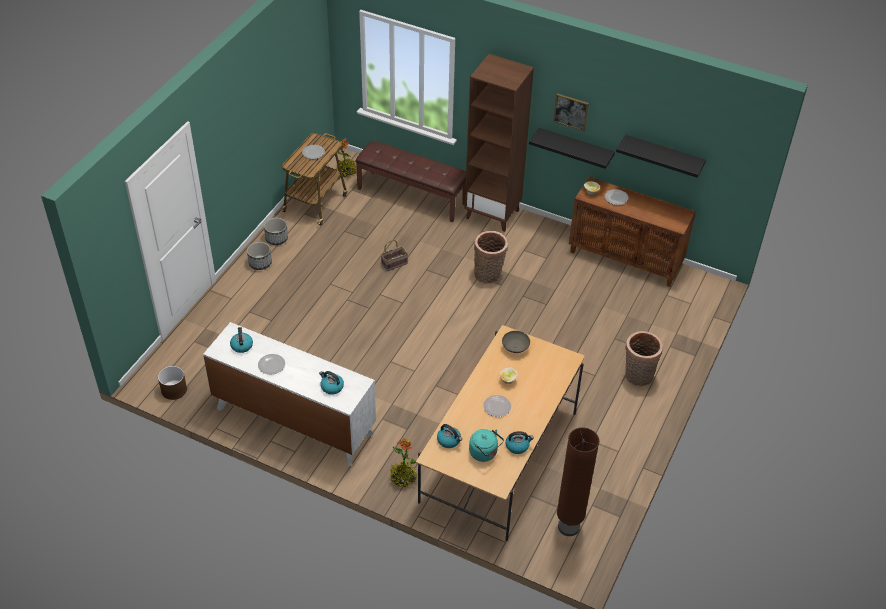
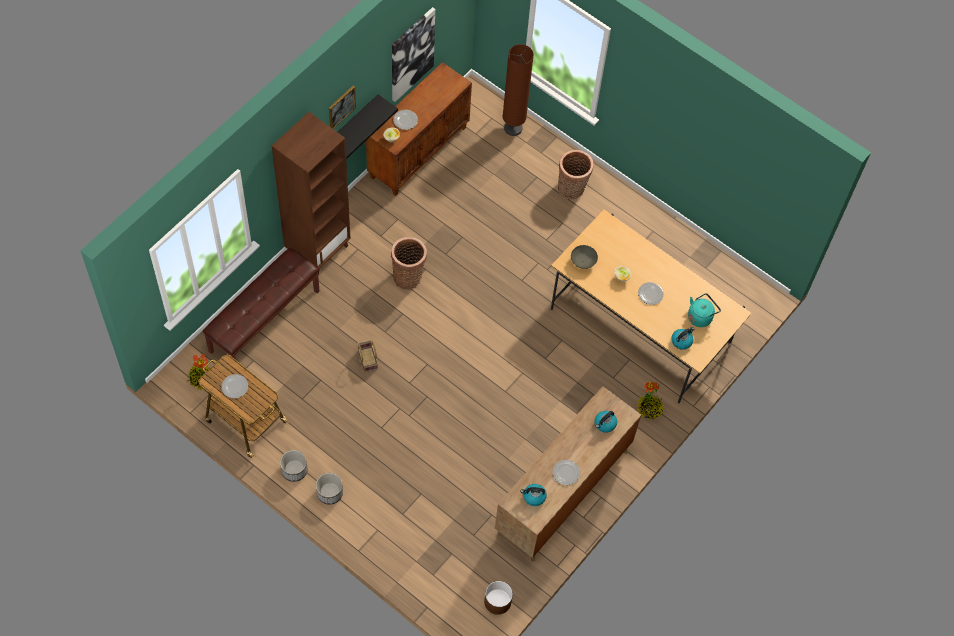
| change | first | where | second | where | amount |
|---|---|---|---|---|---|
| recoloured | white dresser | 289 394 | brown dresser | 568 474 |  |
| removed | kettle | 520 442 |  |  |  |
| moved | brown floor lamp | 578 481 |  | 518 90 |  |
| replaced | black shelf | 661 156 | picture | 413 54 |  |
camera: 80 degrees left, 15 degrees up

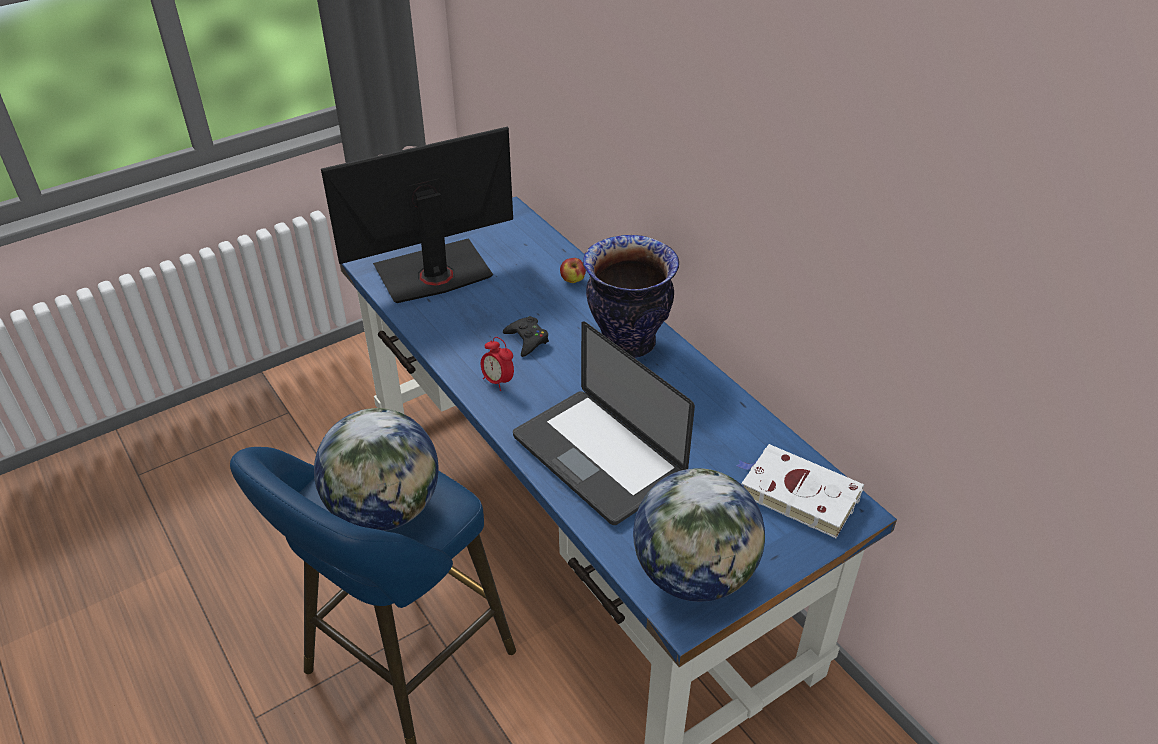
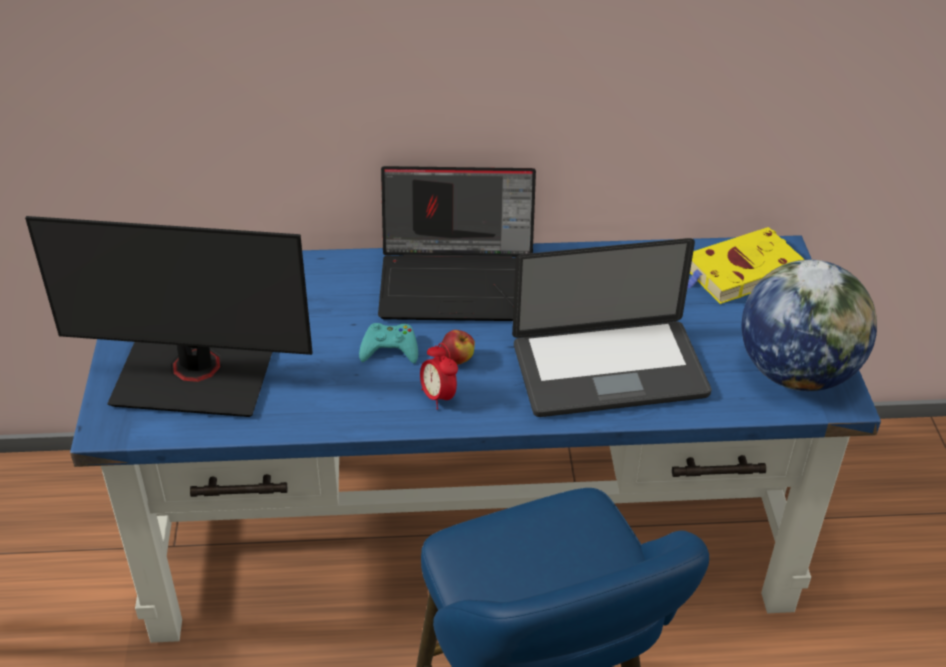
| change | first | where | second | where | amount |
|---|---|---|---|---|---|
| removed | globe | 376 469 |  |  |  |
| turned | monitor | 417 215 |  | 169 316 | 90 degrees counterclockwise |
| turned | alarm clock | 497 364 |  | 439 376 | 75 degrees clockwise |
| recoloured | black game controller | 526 336 | turquoise game controller | 388 343 |  |
| moved | apple | 573 270 |  | 457 347 |  |
| replaced | vase | 631 296 | laptop | 457 243 |  |
| recoloured | white book | 800 491 | yellow book | 746 265 |  |
camera: 60 degrees left, 0 degrees up

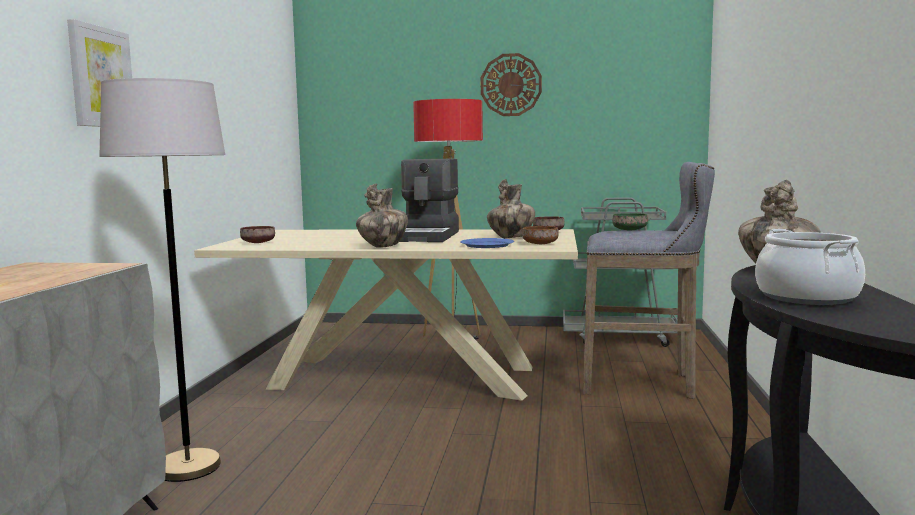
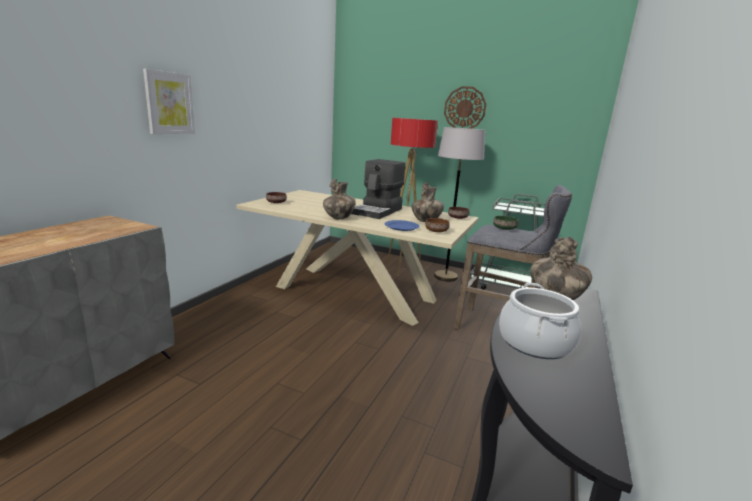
| change | first | where | second | where | amount |
|---|---|---|---|---|---|
| moved | grey floor lamp | 162 280 |  | 459 204 |  |
camera: 15 degrees right, 10 degrees up

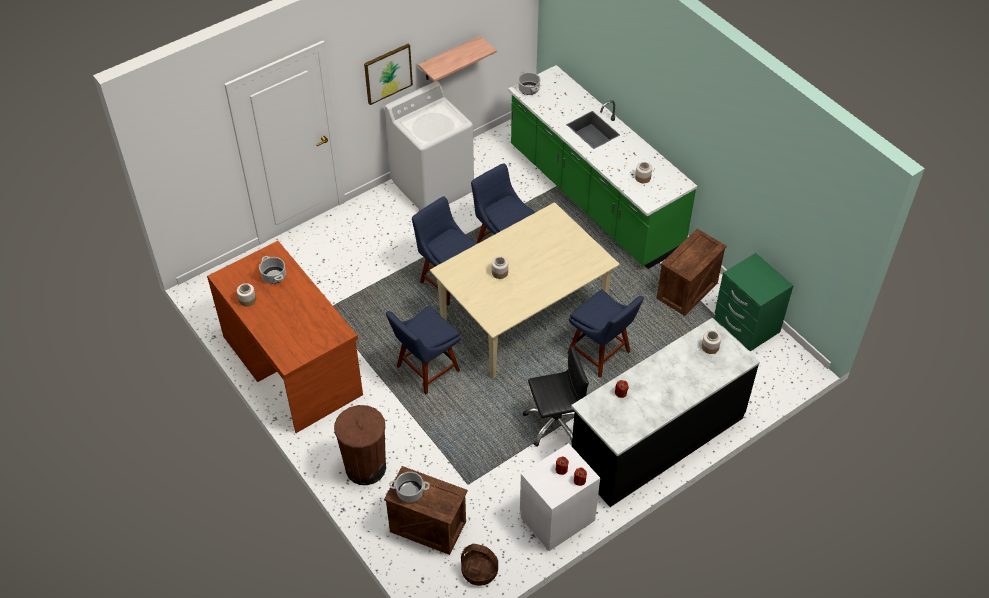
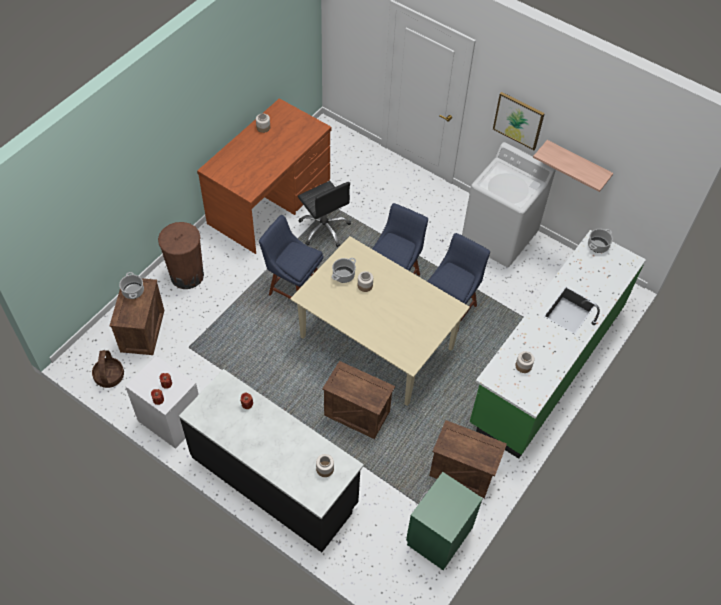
| change | first | where | second | where | amount |
|---|---|---|---|---|---|
| moved | cooking pot | 272 270 |  | 344 270 |  |
| moved | black office chair | 556 396 |  | 324 214 |  |
| replaced | blue chair | 606 333 | crate | 358 400 |  |
camera: 70 degrees right, 5 degrees up

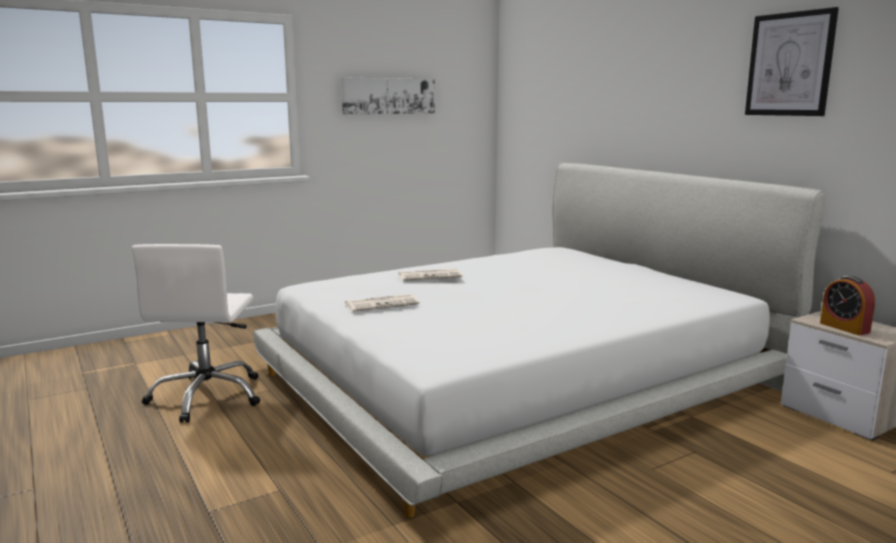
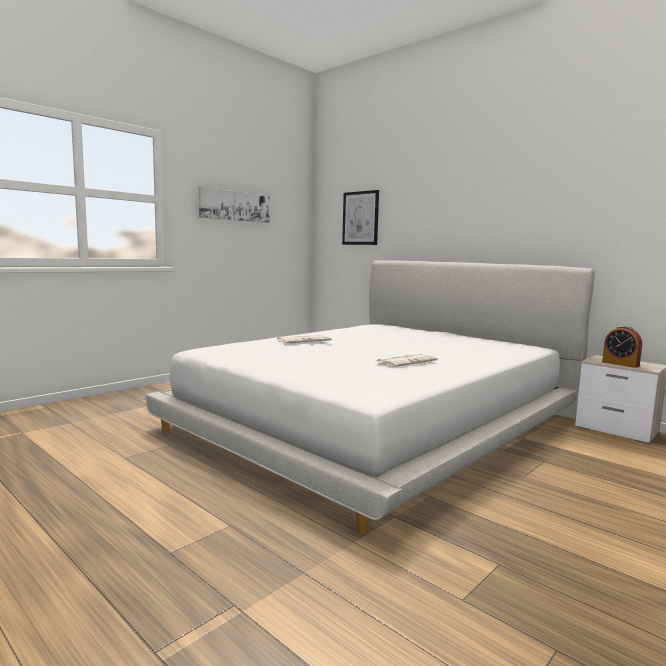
| change | first | where | second | where | amount |
|---|---|---|---|---|---|
| removed | white office chair | 196 333 |  |  |  |
| moved | newspaper | 382 303 |  | 407 360 |  |
| moved | picture | 792 61 |  | 360 217 |  |
camera: 15 degrees left, 5 degrees down

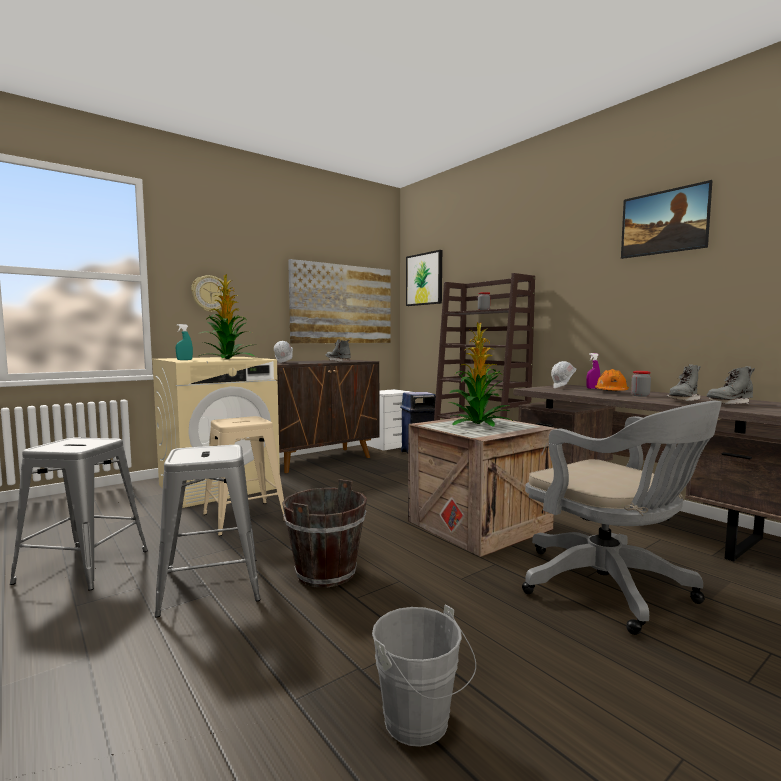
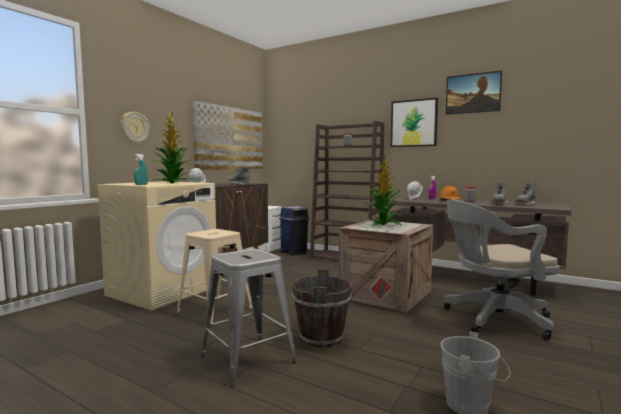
| change | first | where | second | where | amount |
|---|---|---|---|---|---|
| removed | grey stool | 79 514 |  |  |  |
| moved | picture | 424 278 |  | 414 122 |  |
| turned | grey office chair | 622 518 |  | 502 269 | 135 degrees clockwise |
camera: 20 degrees left, 0 degrees up

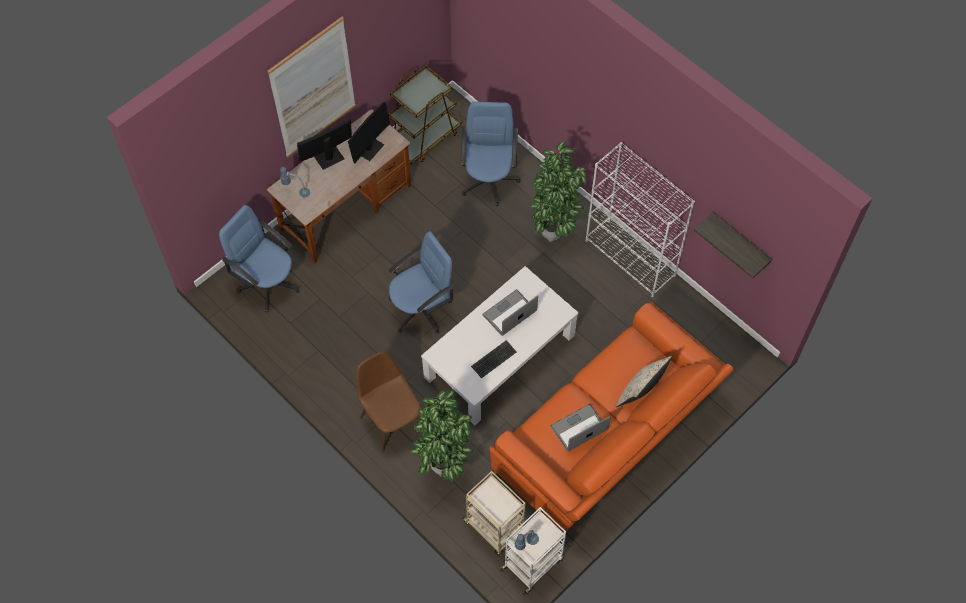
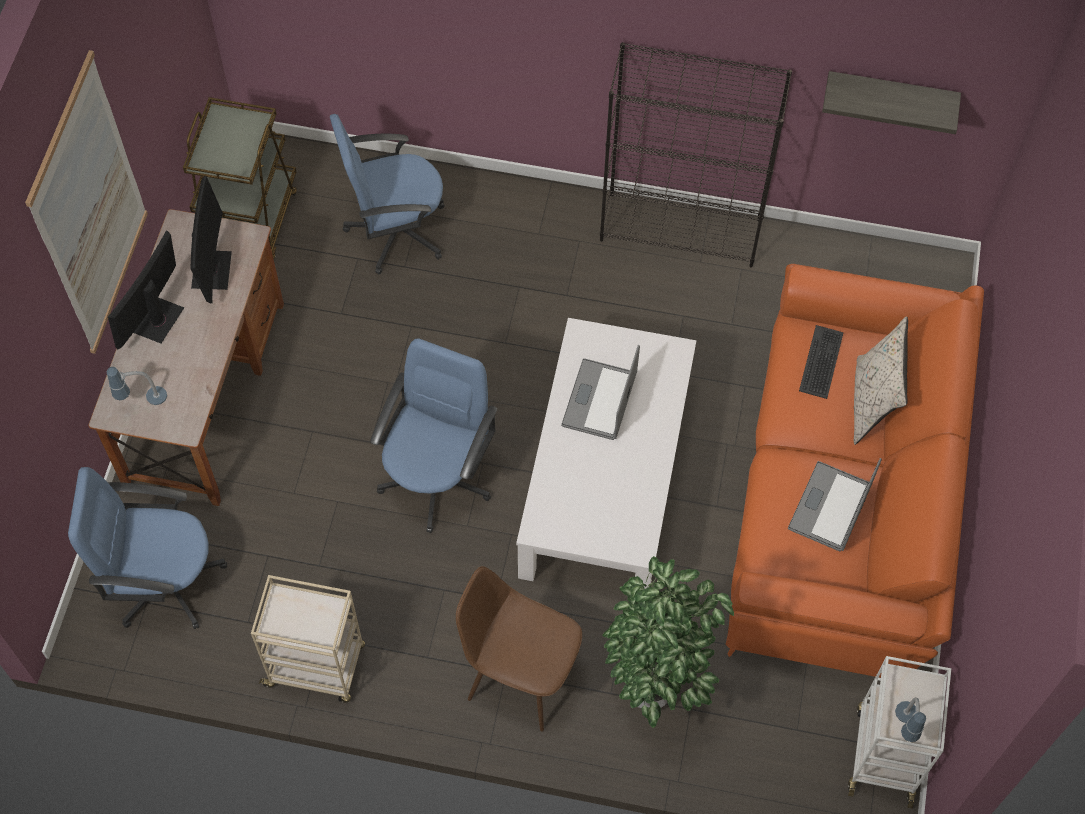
| change | first | where | second | where | amount |
|---|---|---|---|---|---|
| turned | blue office chair | 490 153 |  | 387 194 | 75 degrees counterclockwise |
| moved | beige cart | 494 513 |  | 308 639 |  |
| moved | keyboard | 494 359 |  | 821 362 |  |
| removed | potted plant | 557 191 |  |  |  |
| recoloured | white bookcase | 640 219 | black bookcase | 696 154 |  |
camera: 35 degrees left, 0 degrees up

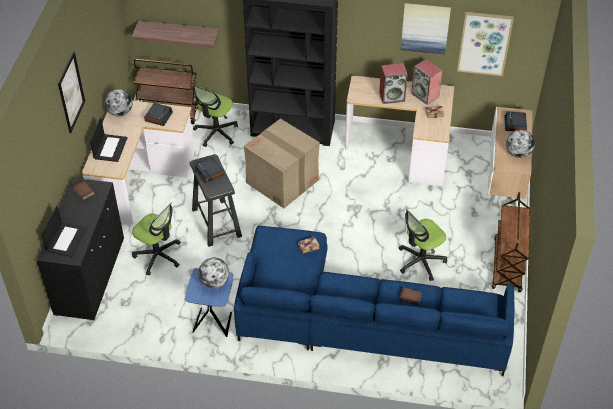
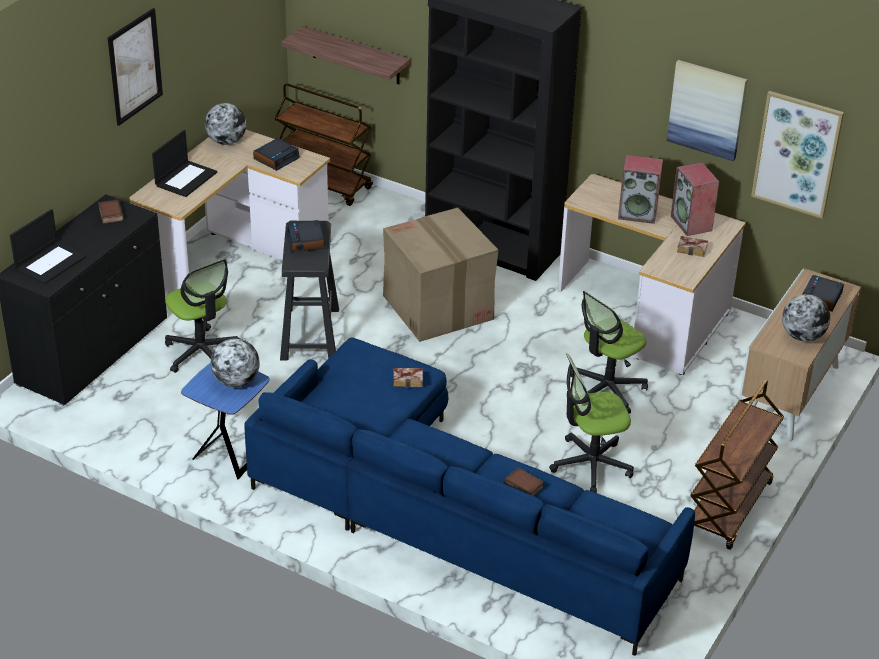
| change | first | where | second | where | amount |
|---|---|---|---|---|---|
| moved | office chair | 215 116 |  | 609 352 |  |
camera: 20 degrees right, 10 degrees down

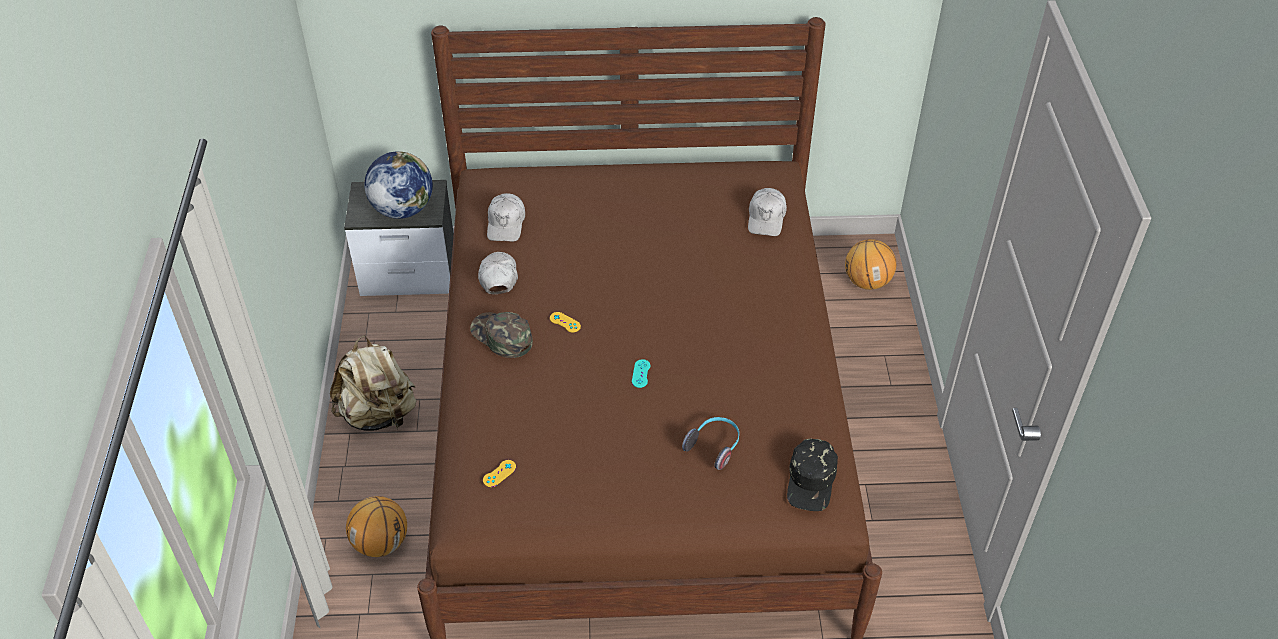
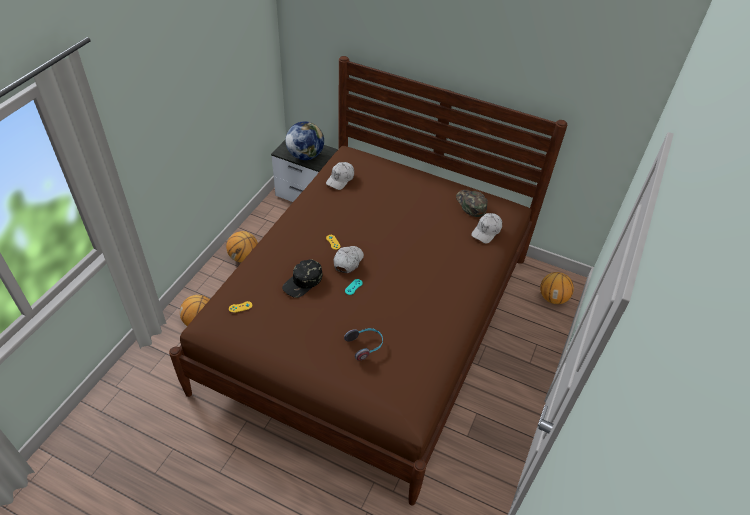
| change | first | where | second | where | amount |
|---|---|---|---|---|---|
| replaced | beige backpack | 373 383 | basketball | 242 247 |  |
| moved | green cap | 501 335 |  | 472 203 |  |
| moved | white cap | 498 273 |  | 349 259 |  |
| moved | black cap | 812 475 |  | 302 278 |  |
camera: 25 degrees right, 0 degrees up

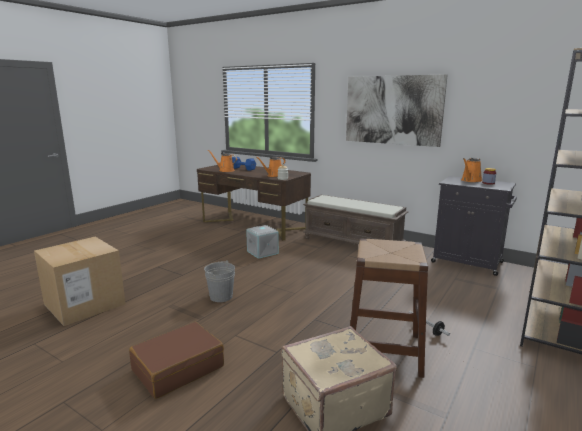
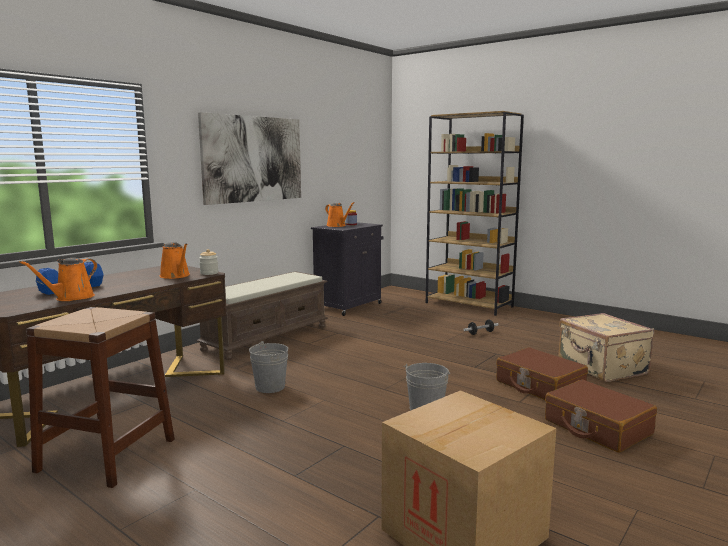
| change | first | where | second | where | amount |
|---|---|---|---|---|---|
| replaced | grey storage box | 262 242 | grey bucket | 268 367 |  |
| moved | brown stool | 389 308 |  | 100 397 |  |
| added |  |  | brown suitcase | 542 373 |  |
camera: 85 degrees left, 5 degrees down

